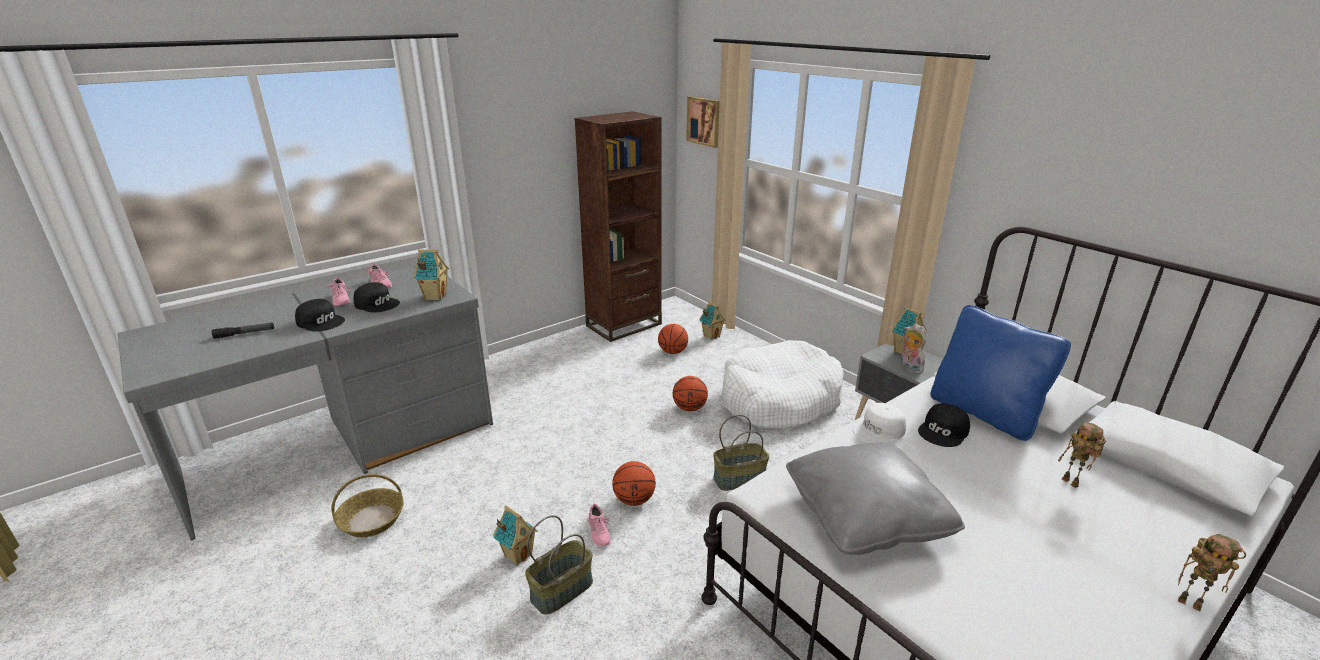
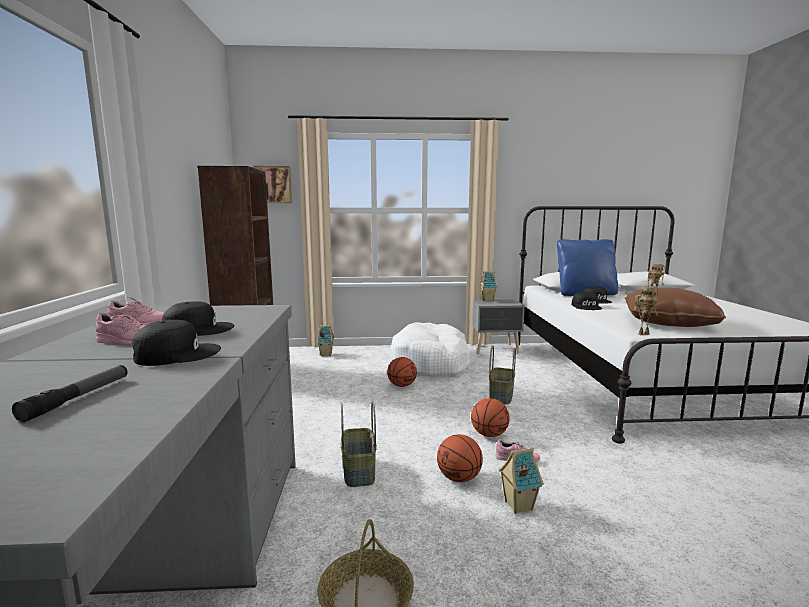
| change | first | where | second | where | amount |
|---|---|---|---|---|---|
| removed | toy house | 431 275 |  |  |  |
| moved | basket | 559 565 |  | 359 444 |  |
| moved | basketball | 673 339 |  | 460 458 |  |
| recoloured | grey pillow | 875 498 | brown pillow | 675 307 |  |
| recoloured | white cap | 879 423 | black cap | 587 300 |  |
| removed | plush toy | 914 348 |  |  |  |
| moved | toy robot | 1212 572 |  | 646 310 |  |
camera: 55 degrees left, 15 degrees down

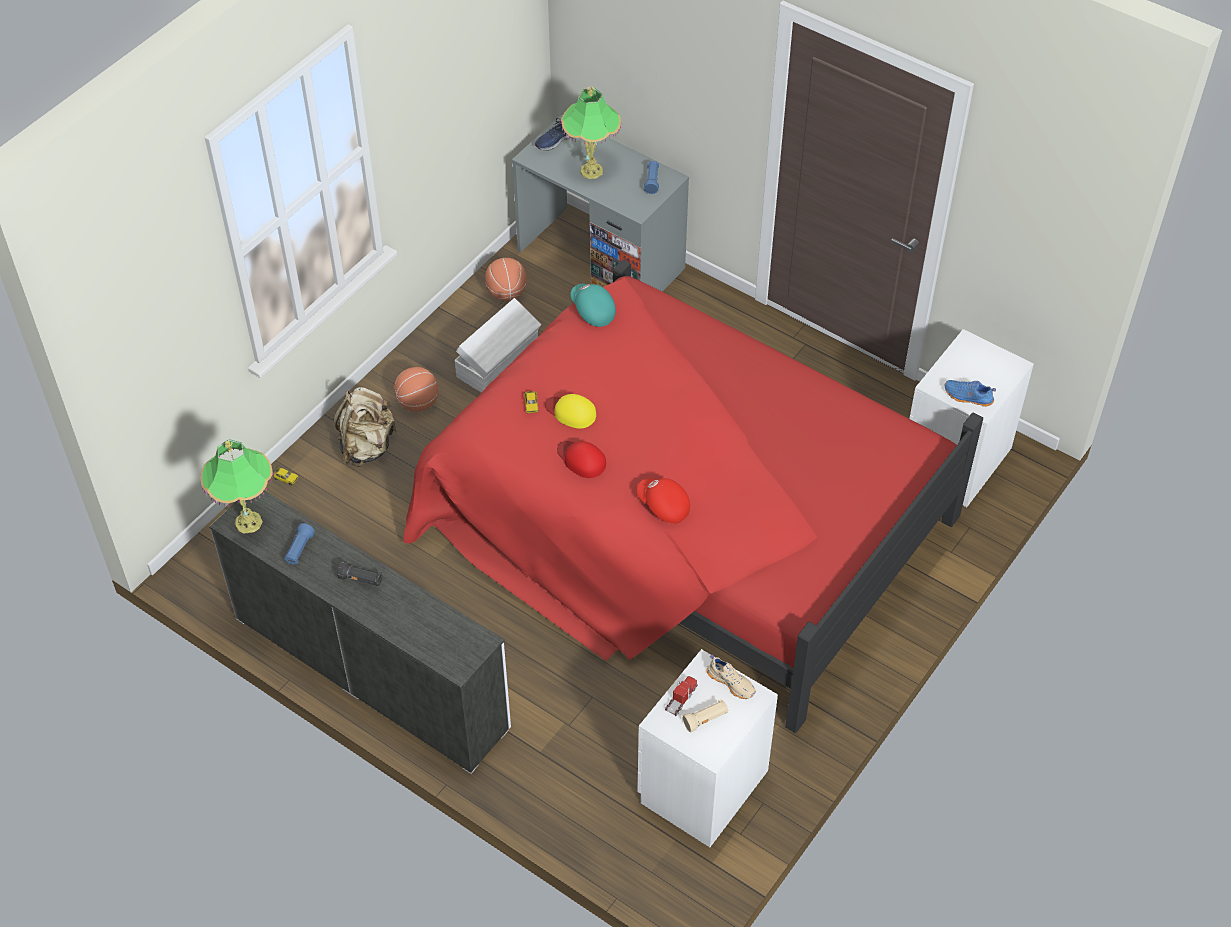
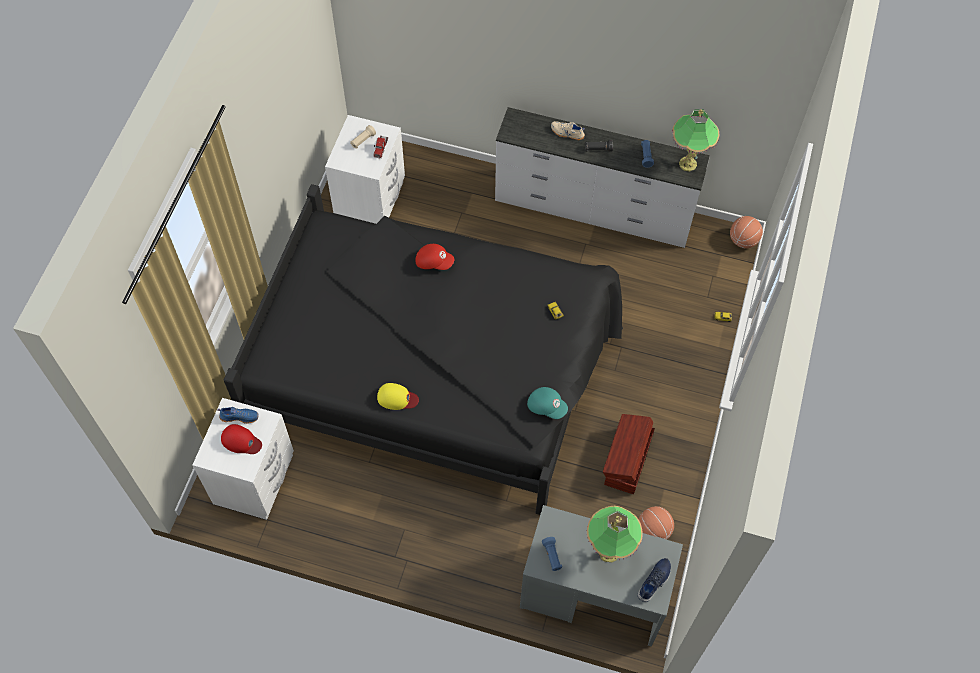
| change | first | where | second | where | amount |
|---|---|---|---|---|---|
| removed | beige backpack | 365 427 |  |  |  |
| moved | basketball | 416 389 |  | 746 232 |  |
| recoloured | red bed | 693 496 | black bed | 423 349 |  |
| recoloured | white storage box | 498 345 | brown storage box | 629 454 |  |
| moved | yellow cap | 570 411 |  | 398 396 |  |
| moved | red cap | 581 459 |  | 241 439 |  |
| moved | beige shoe | 731 676 |  | 568 130 |  |
camera: 160 degrees right, 10 degrees up

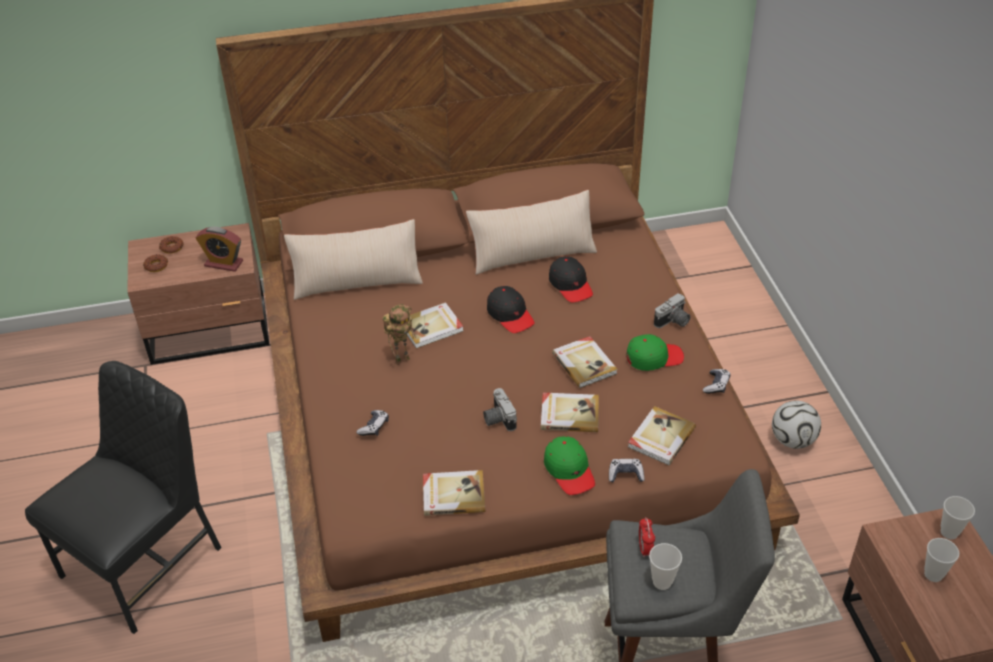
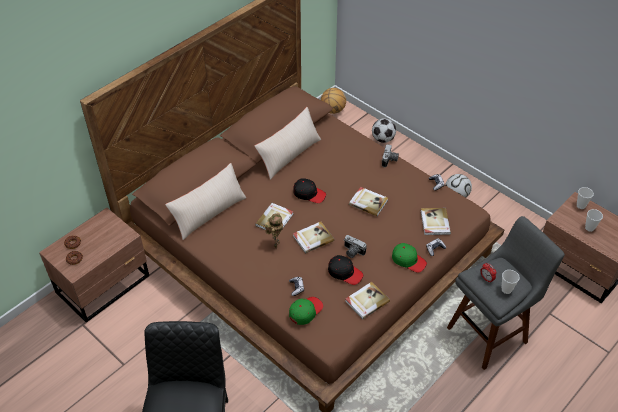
| change | first | where | second | where | amount |
|---|---|---|---|---|---|
| removed | alarm clock | 219 249 |  |  |  |
| moved | book | 570 412 |  | 313 238 |  |
| moved | black cap | 571 279 |  | 345 270 |  |
| moved | green cap | 655 352 |  | 306 311 |  |
| added |  |  | basketball | 333 101 |  |
| added |  |  | football | 384 130 |  |
camera: 35 degrees left, 5 degrees up

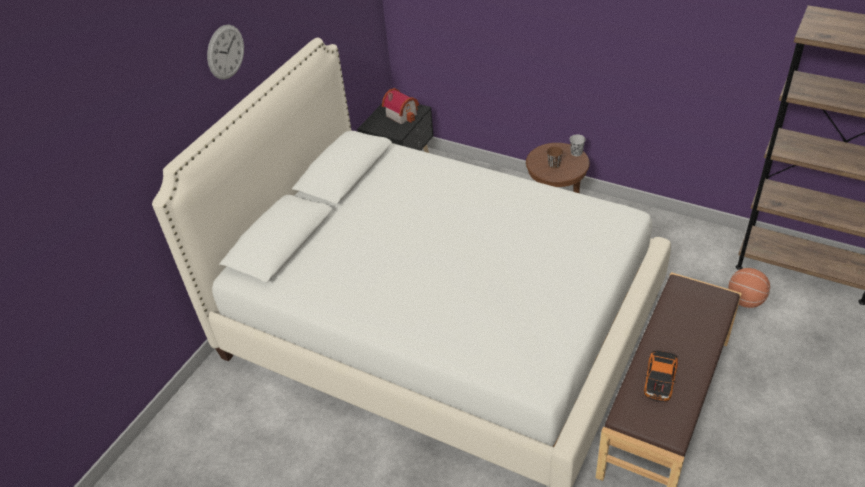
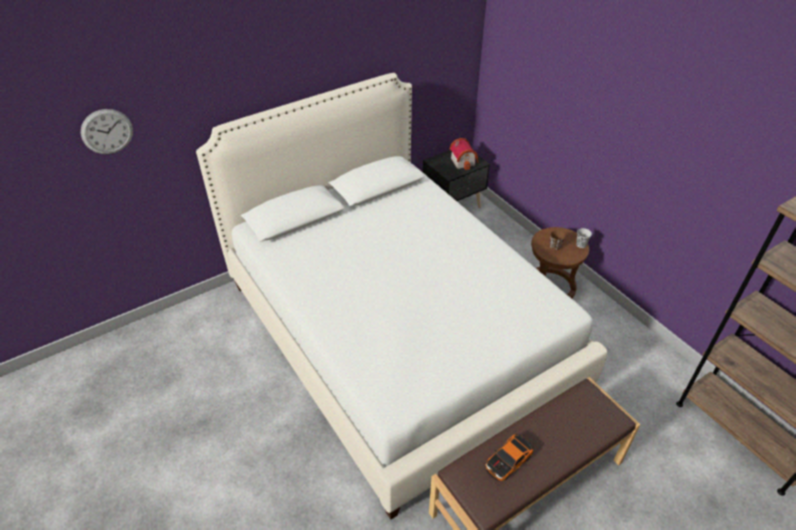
| change | first | where | second | where | amount |
|---|---|---|---|---|---|
| moved | wall clock | 225 52 |  | 107 131 |  |
| removed | basketball | 749 288 |  |  |  |
camera: 25 degrees right, 0 degrees up

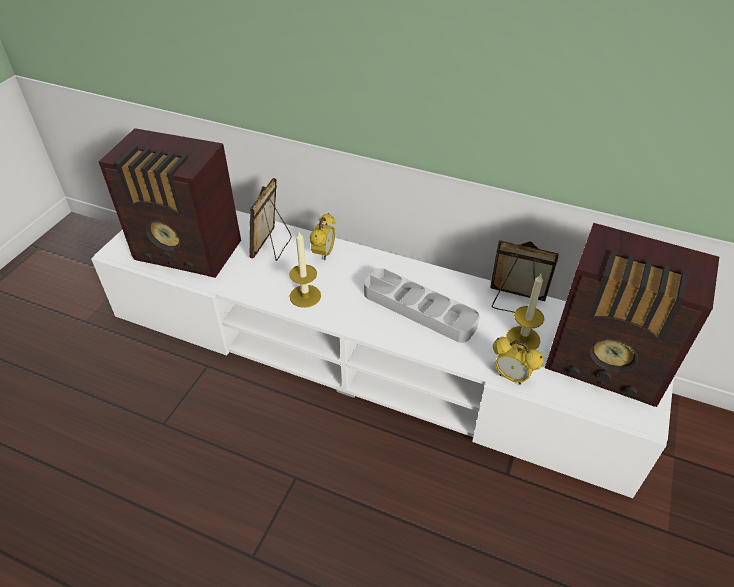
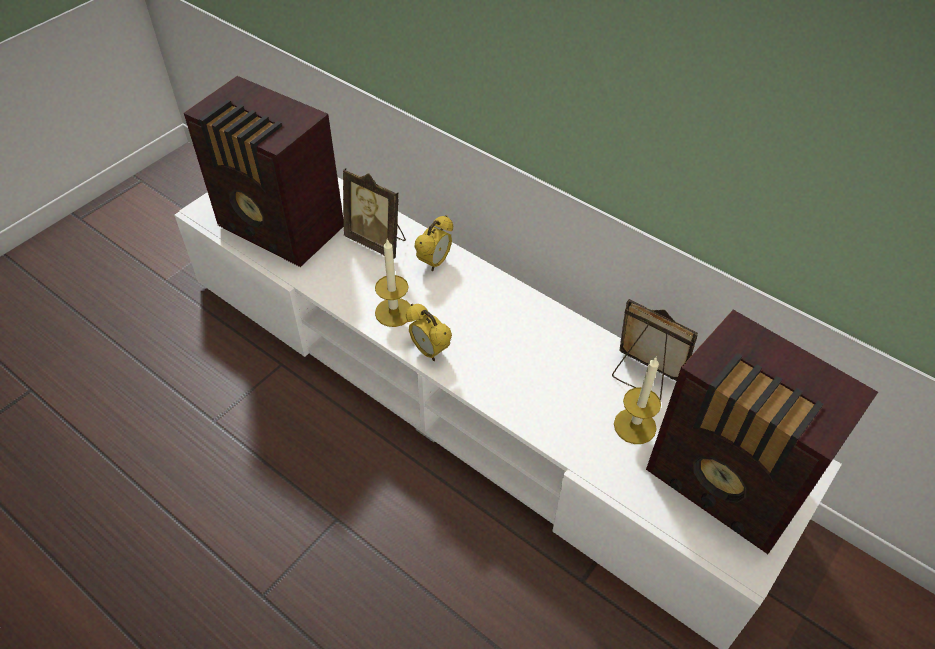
| change | first | where | second | where | amount |
|---|---|---|---|---|---|
| turned | picture frame | 270 219 |  | 374 213 | 90 degrees counterclockwise |
| removed | grey tray | 422 305 |  |  |  |
| moved | alarm clock | 518 361 |  | 429 332 |  |
camera: 15 degrees right, 5 degrees up

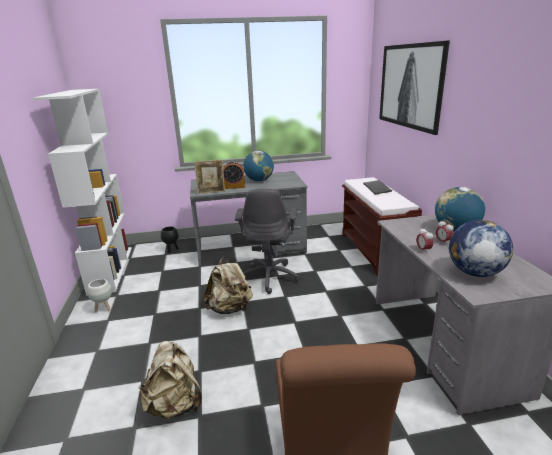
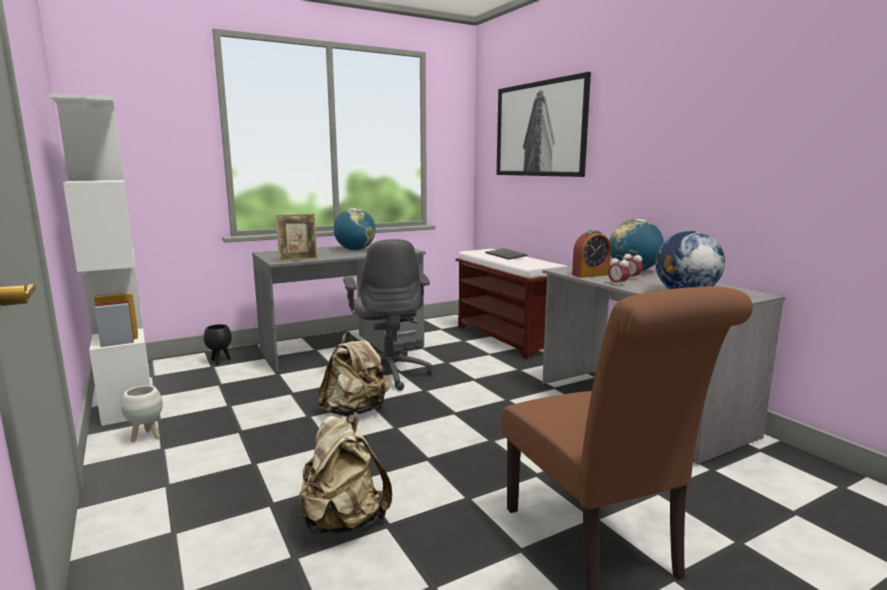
| change | first | where | second | where | amount |
|---|---|---|---|---|---|
| moved | alarm clock | 234 175 |  | 591 254 |  |
camera: 20 degrees left, 10 degrees down

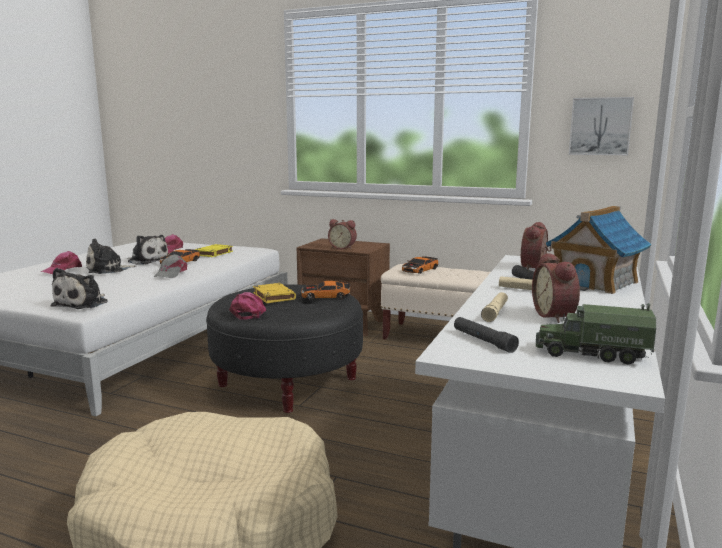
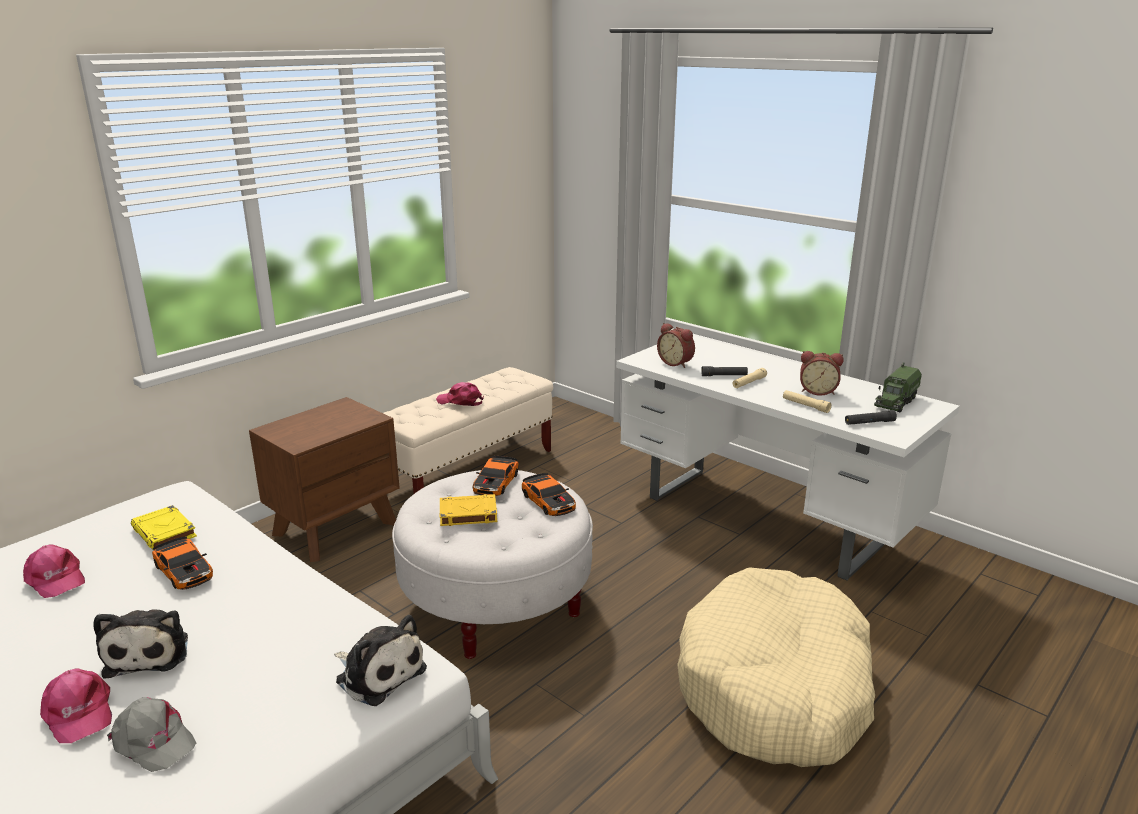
| change | first | where | second | where | amount |
|---|---|---|---|---|---|
| removed | plush toy | 147 250 |  |  |  |
| moved | grey cap | 170 266 |  | 151 734 |  |
| recoloured | black ottoman | 284 348 | white ottoman | 492 564 |  |
| moved | pink cap | 247 306 |  | 460 394 |  |
| removed | alarm clock | 342 234 |  |  |  |
| moved | toy car | 420 265 |  | 549 494 |  |
| removed | toy house | 599 250 |  |  |  |
| removed | picture | 601 126 |  |  |  |
camera: 70 degrees left, 10 degrees up

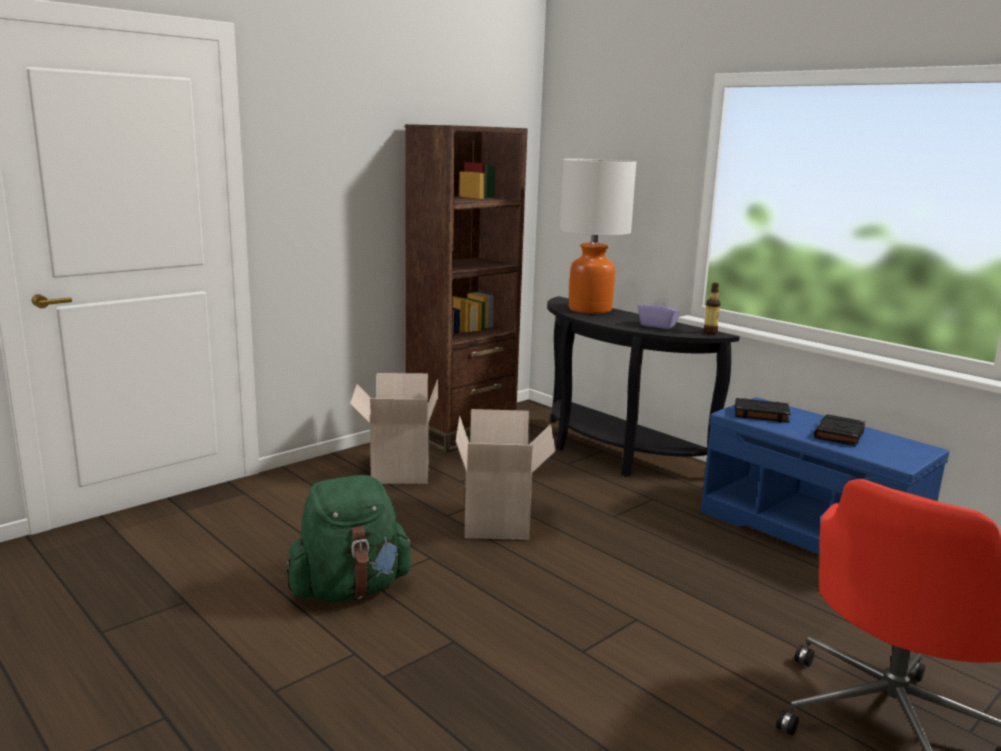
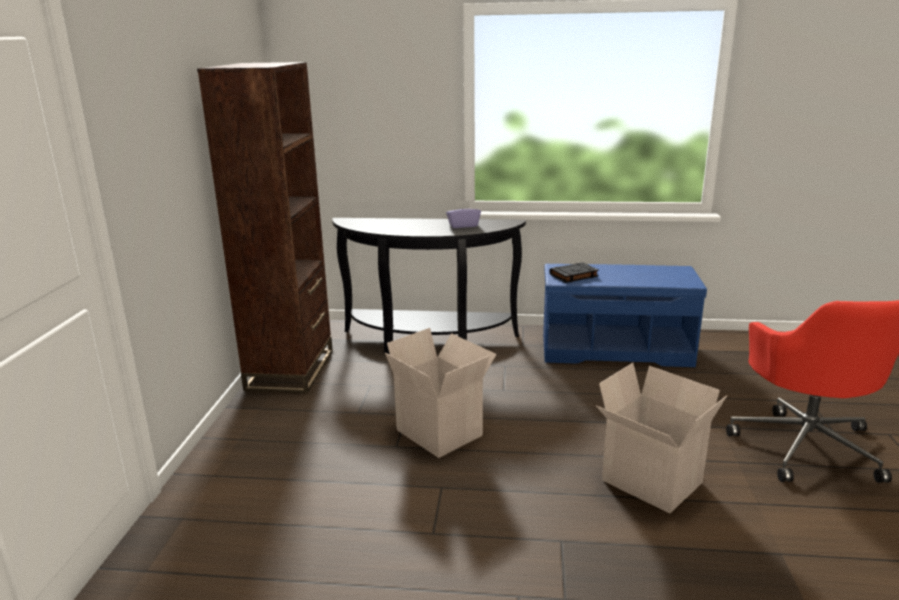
| change | first | where | second | where | amount |
|---|---|---|---|---|---|
| removed | green backpack | 349 539 |  |  |  |
| moved | cardboard box | 394 428 |  | 661 438 |  |
| removed | table lamp | 598 236 |  |  |  |
| removed | bottle | 712 308 |  |  |  |
| removed | black book | 839 430 |  |  |  |
camera: 40 degrees left, 5 degrees up

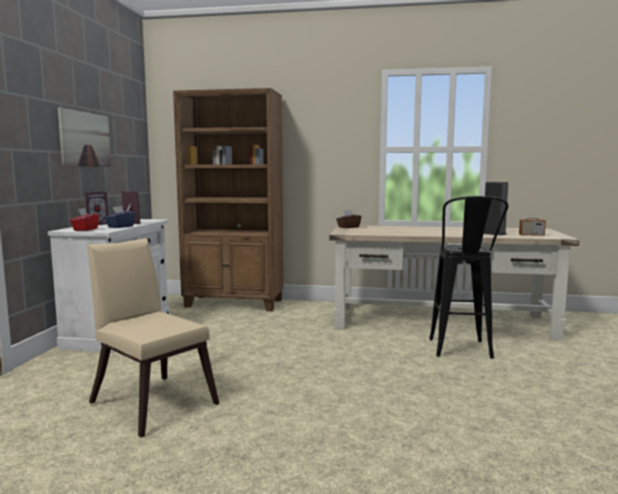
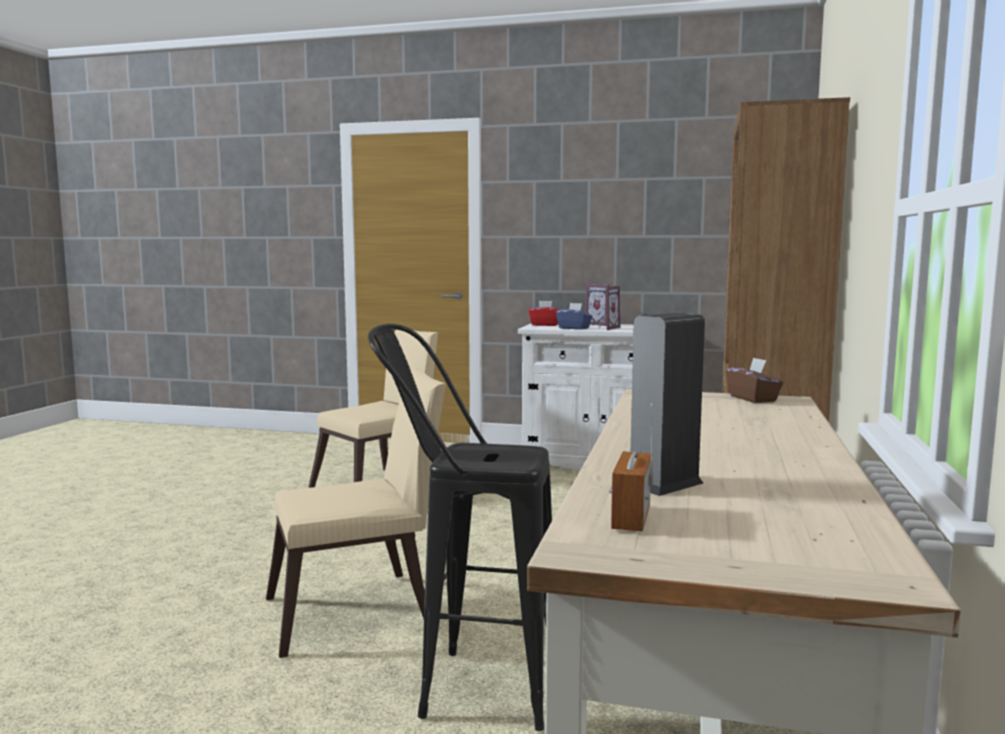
| change | first | where | second | where | amount |
|---|---|---|---|---|---|
| removed | picture | 84 137 |  |  |  |
| added |  |  | beige chair | 356 513 |  |
camera: 95 degrees right, 0 degrees up

